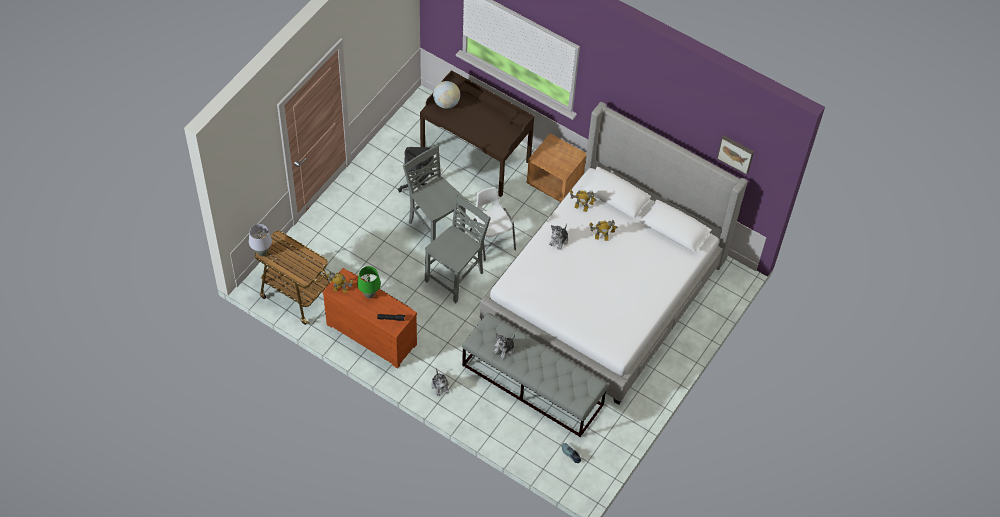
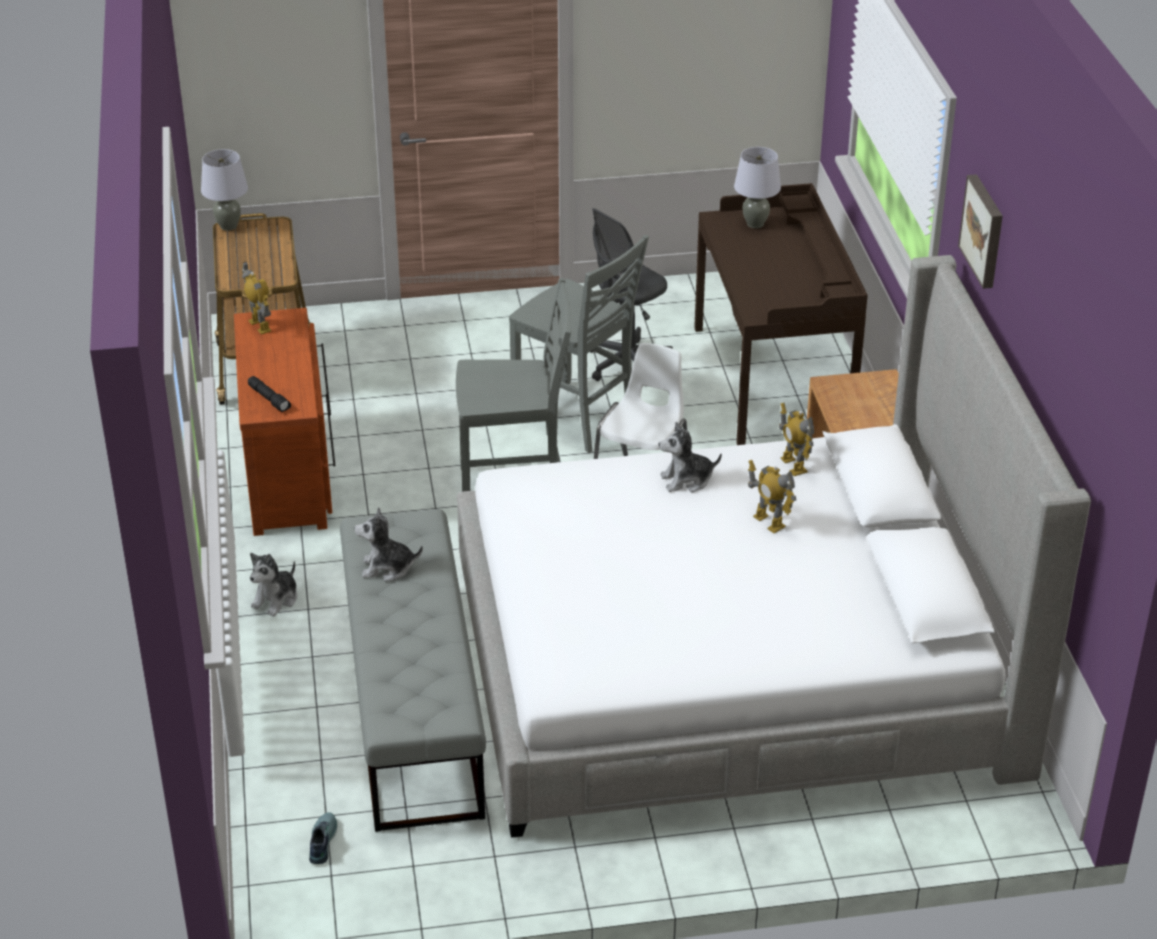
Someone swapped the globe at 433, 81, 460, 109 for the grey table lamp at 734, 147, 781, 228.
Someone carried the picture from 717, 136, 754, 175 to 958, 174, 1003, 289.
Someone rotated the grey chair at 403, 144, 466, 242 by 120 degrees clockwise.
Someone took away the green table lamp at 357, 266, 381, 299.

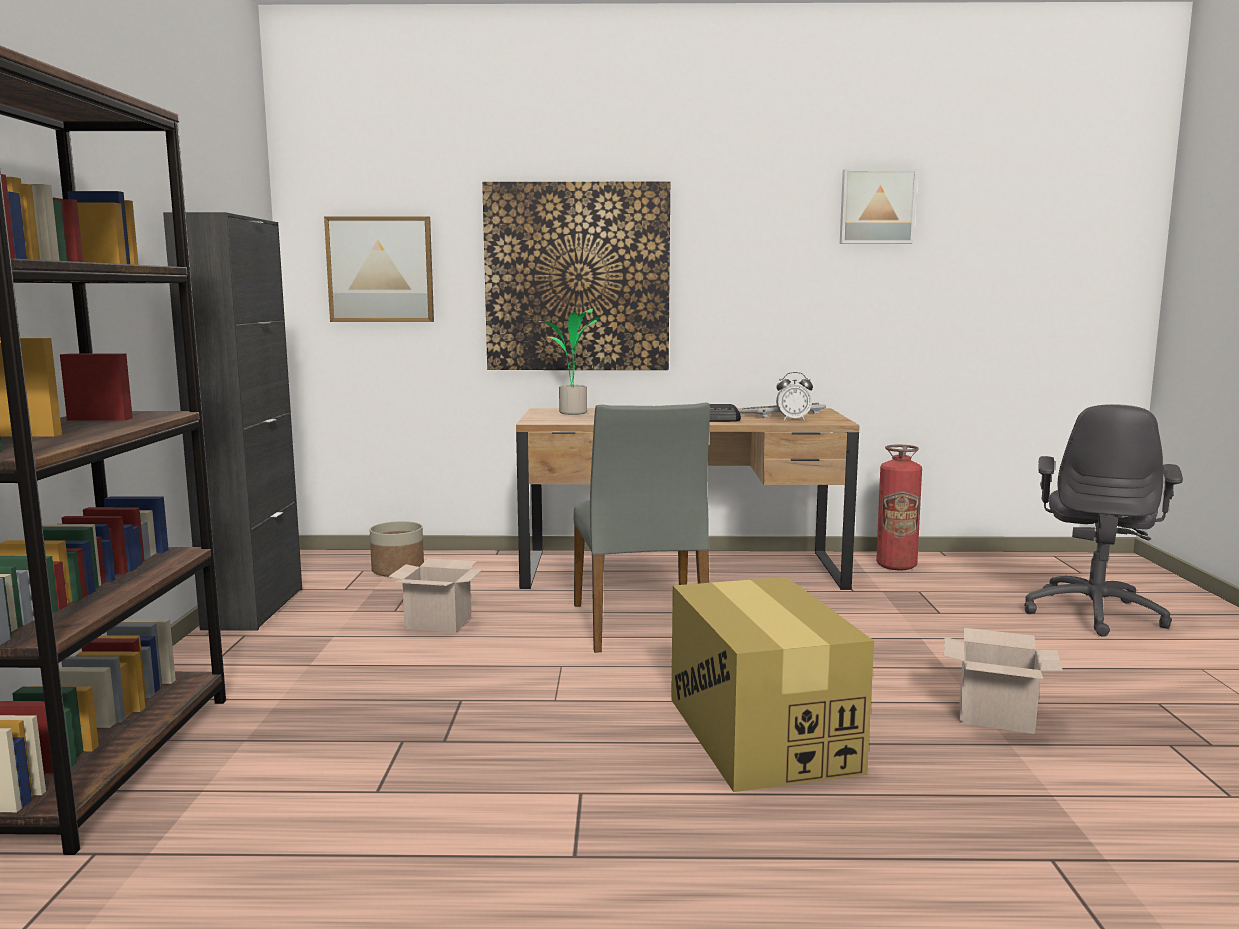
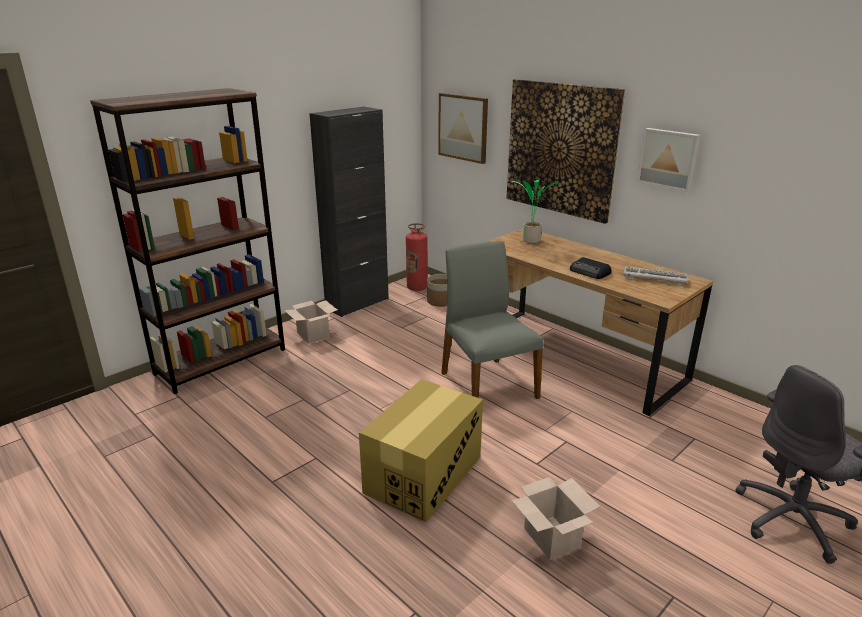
Someone carried the picture from 840, 169, 918, 244 to 637, 128, 701, 192.
Someone took away the alarm clock at 776, 372, 813, 421.
Someone rotated the grey chair at 574, 403, 710, 653 by 120 degrees clockwise.
Someone carried the fire extinguisher from 876, 445, 922, 570 to 406, 223, 428, 291.
Someone carried the cardboard box from 389, 558, 483, 632 to 284, 300, 337, 344.

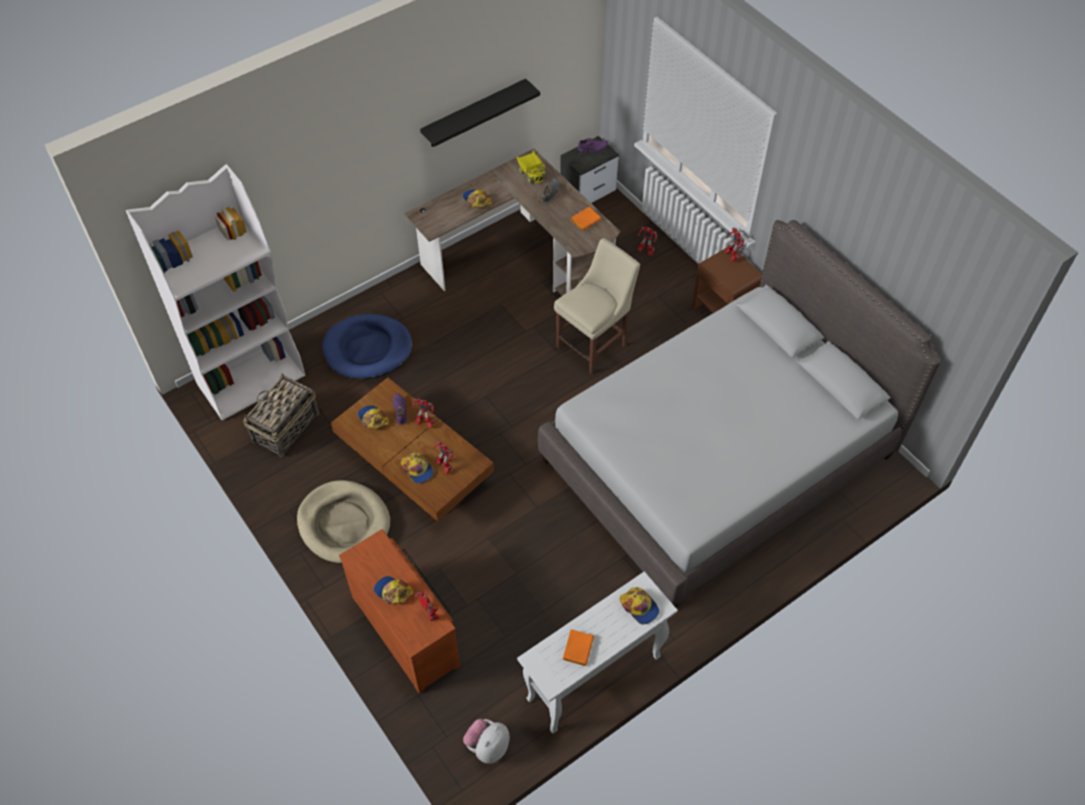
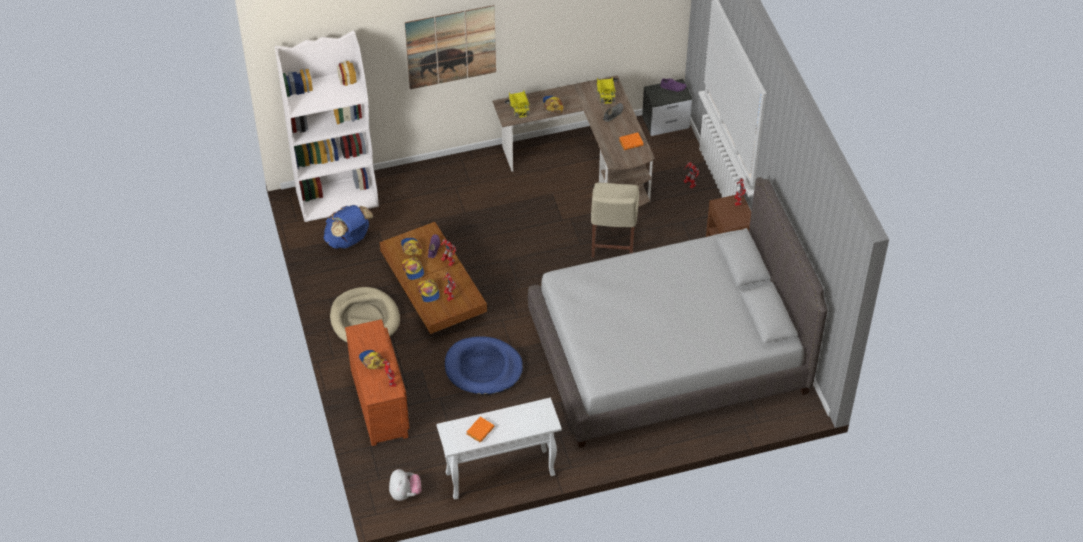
Someone took away the black shelf at 420, 79, 540, 147.
Someone rotated the beige chair at 554, 238, 640, 374 by 120 degrees clockwise.
Someone carried the blue dog bed from 322, 314, 412, 379 to 445, 336, 523, 395.
Someone swapped the basket at 243, 373, 319, 458 for the blue backpack at 324, 205, 373, 249.
Someone carried the cap from 620, 587, 659, 624 to 402, 257, 424, 280.
Someone rotated the plush toy at 463, 719, 510, 764 by 120 degrees clockwise.
Someone put up the picture at 405, 5, 496, 89.
Someone put down the toy truck at 509, 91, 530, 118.

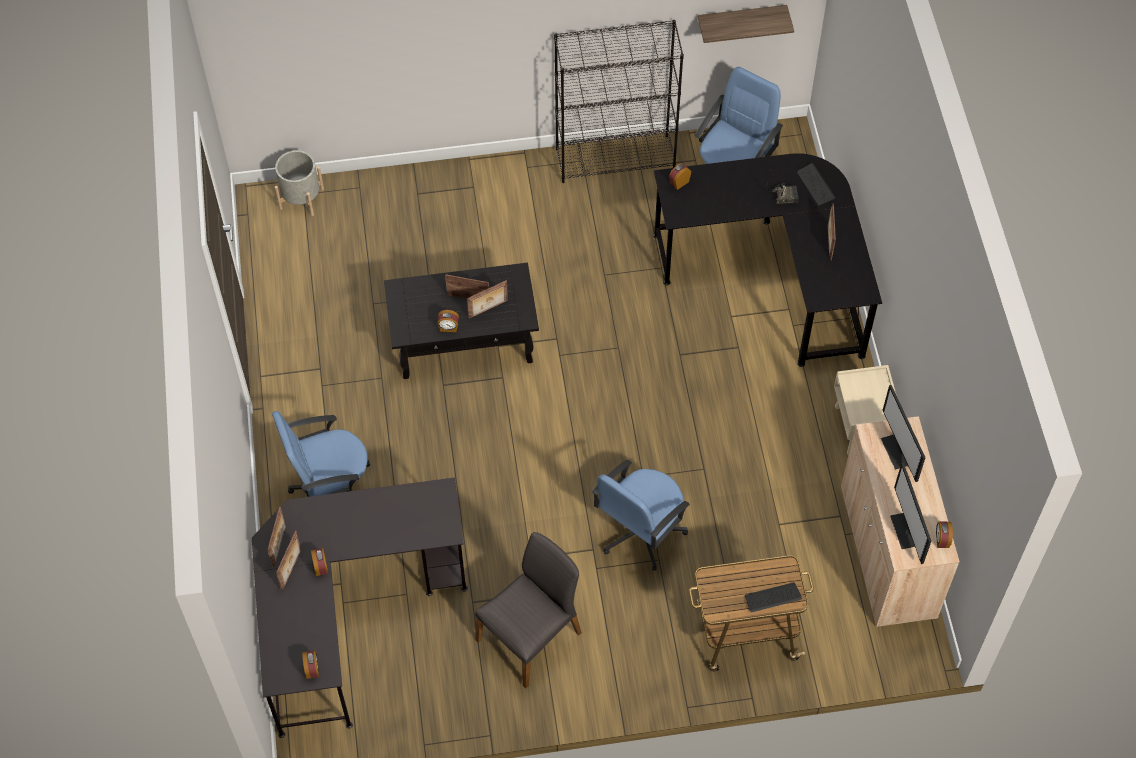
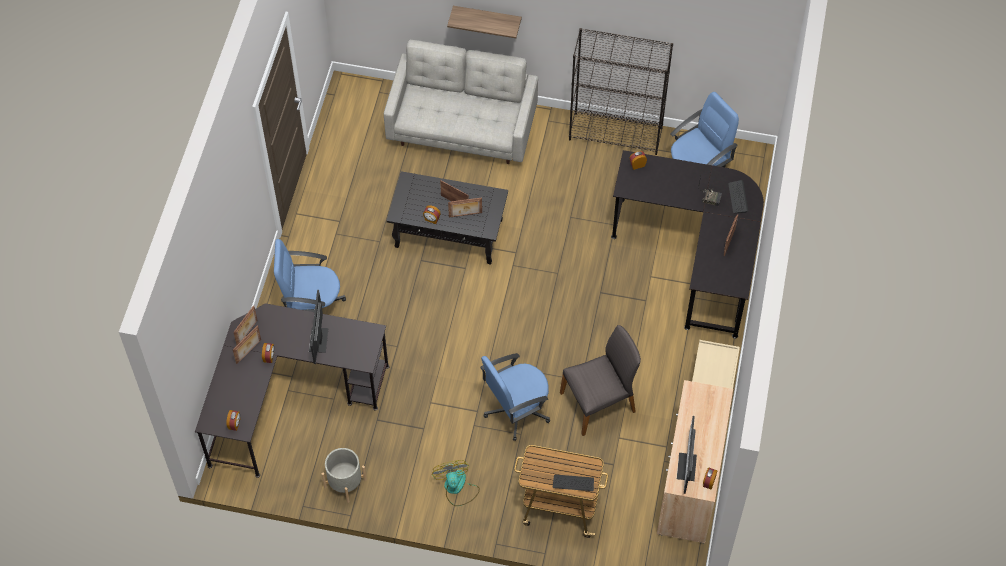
Someone carried the shelf from 698, 5, 794, 43 to 447, 6, 522, 38.
Someone carried the grey planter from 275, 150, 324, 216 to 322, 448, 367, 503.
Someone carried the monitor from 881, 385, 926, 482 to 309, 290, 329, 364.
Someone carried the grey chair from 475, 532, 582, 688 to 560, 325, 641, 436.
Someone put down the grey sofa at 384, 40, 538, 164.
Someone put down the fan at 432, 460, 480, 506.

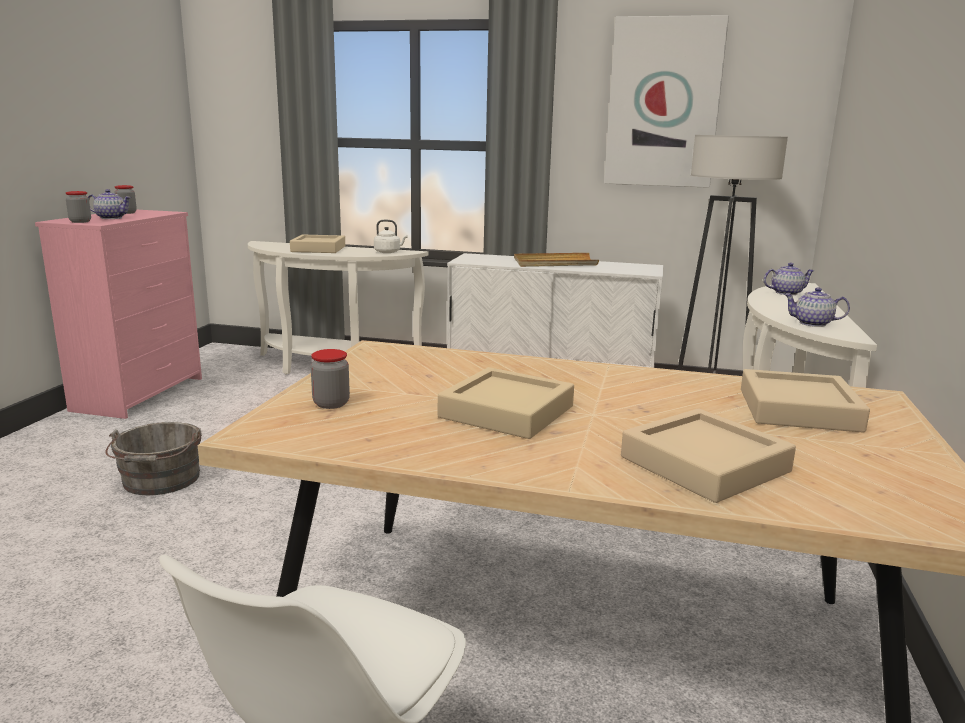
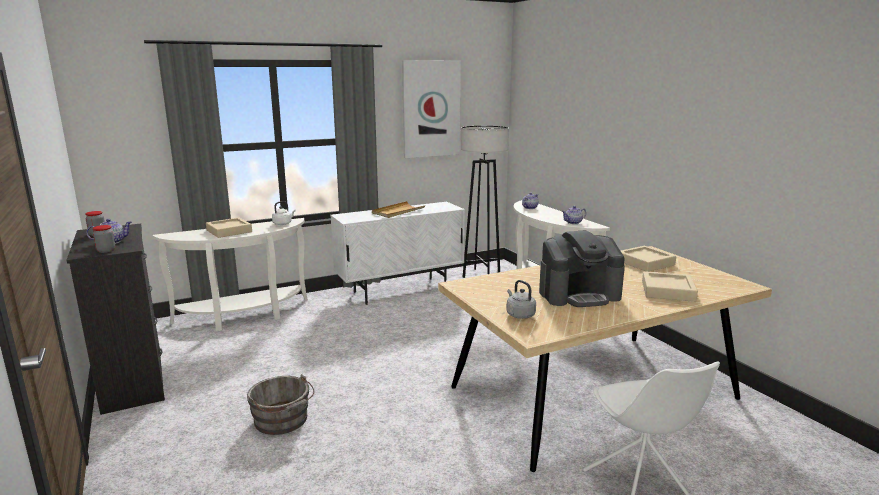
Someone repainted the pink dresser at 35, 210, 202, 419, which became the black dresser at 66, 224, 165, 415.
Someone swapped the jar at 311, 349, 350, 409 for the grey kettle at 506, 280, 536, 319.
Someone swapped the beige tray at 438, 367, 574, 439 for the coffee machine at 539, 230, 625, 307.

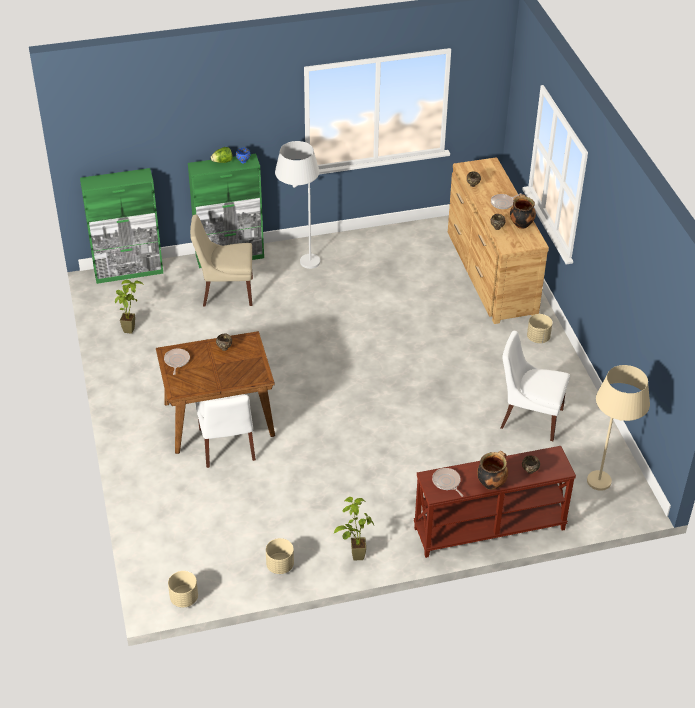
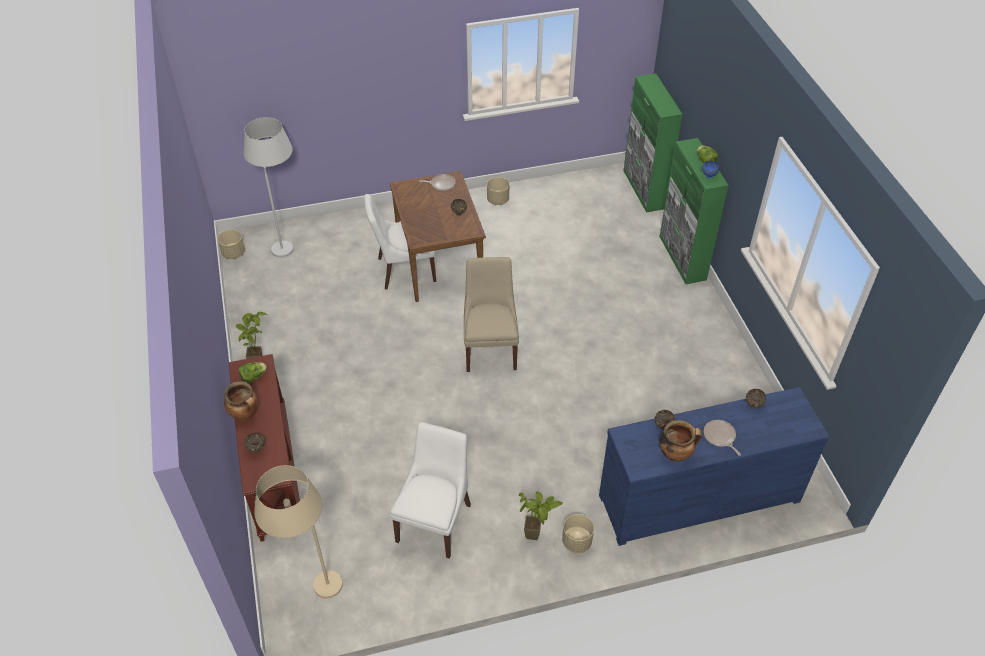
Someone carried the white floor lamp from 275, 141, 320, 269 to 244, 117, 293, 258.
Someone repainted the brown dresser at 448, 157, 549, 324, which became the blue dresser at 599, 387, 830, 546.
Someone carried the beige chair from 190, 214, 253, 307 to 464, 257, 519, 372.
Someone carried the potted plant from 115, 280, 144, 334 to 519, 492, 563, 540.
Someone swapped the frying pan at 432, 468, 463, 497 for the lettuce at 239, 362, 267, 383.
Someone carried the beige planter from 266, 538, 294, 574 to 487, 177, 509, 205.

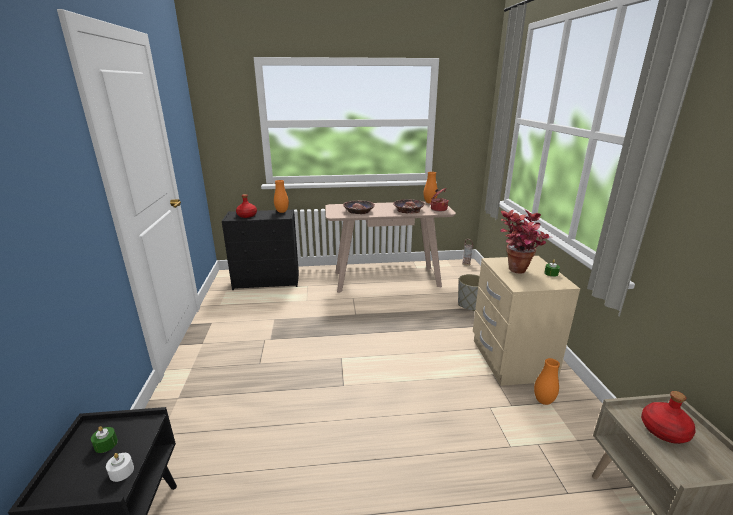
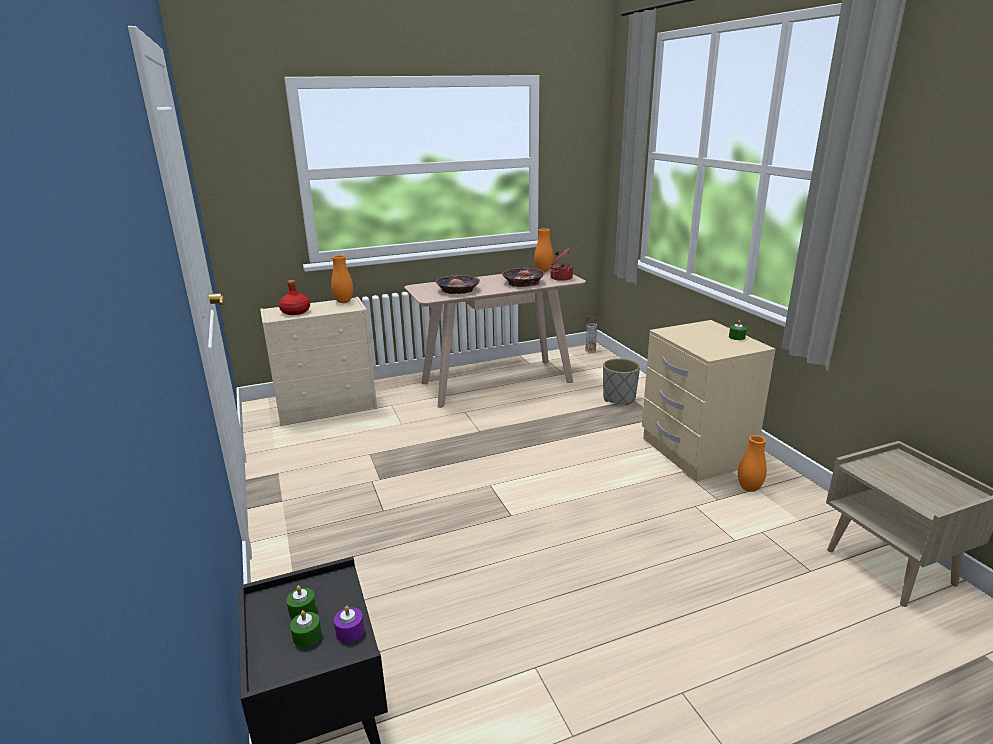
Someone repainted the black dresser at 222, 209, 299, 290, which became the beige dresser at 260, 297, 377, 426.
Someone took away the potted plant at 500, 210, 549, 274.
Someone took away the red bottle at 641, 391, 696, 444.
Someone repainted the white candle at 106, 453, 134, 482, which became the purple candle at 334, 606, 364, 643.
Someone put down the green candle at 290, 610, 322, 648.

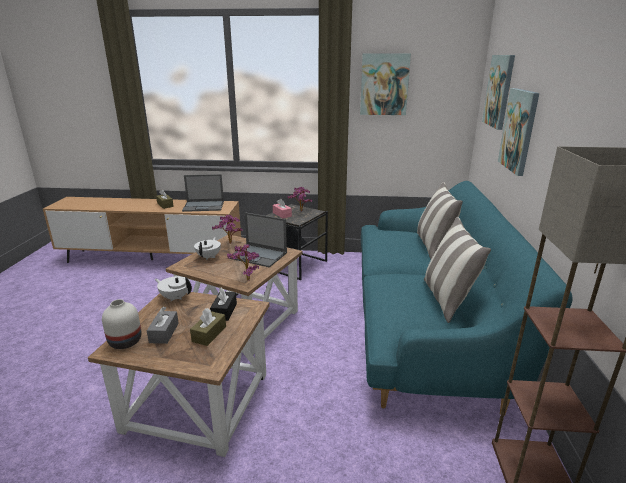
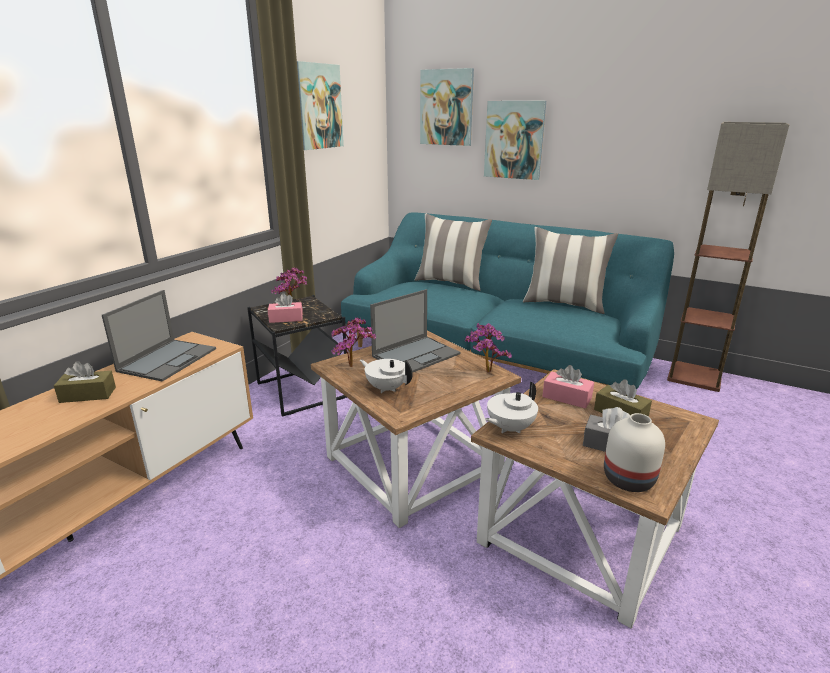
Someone repainted the black tissue box at 210, 288, 237, 321, which became the pink tissue box at 542, 365, 594, 409.

